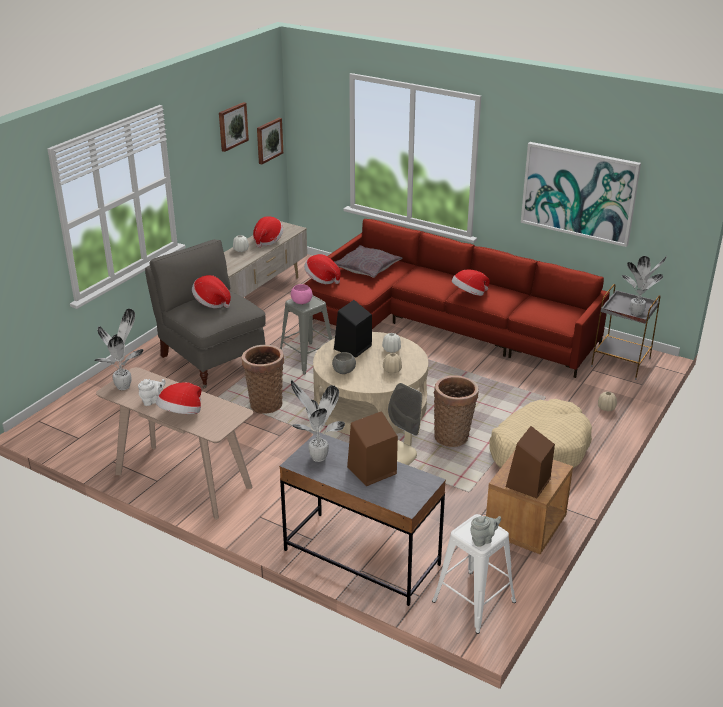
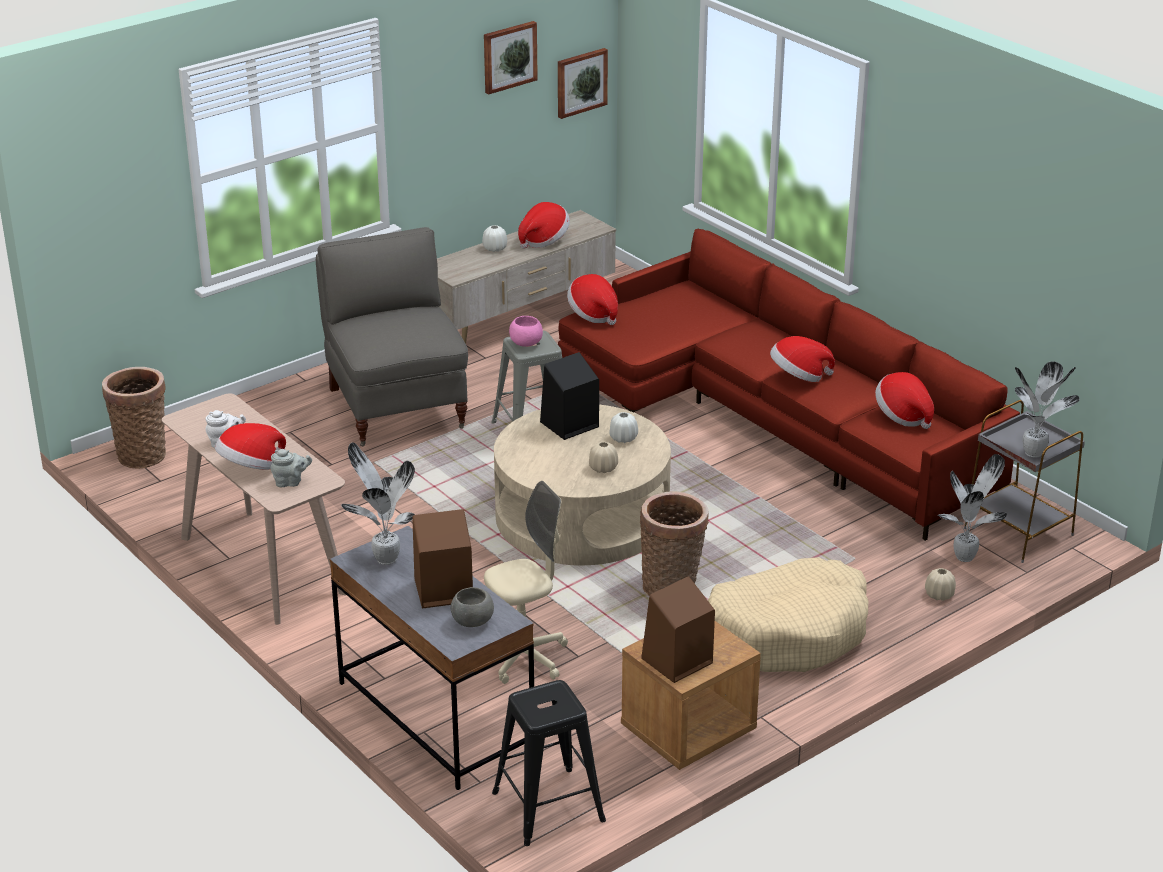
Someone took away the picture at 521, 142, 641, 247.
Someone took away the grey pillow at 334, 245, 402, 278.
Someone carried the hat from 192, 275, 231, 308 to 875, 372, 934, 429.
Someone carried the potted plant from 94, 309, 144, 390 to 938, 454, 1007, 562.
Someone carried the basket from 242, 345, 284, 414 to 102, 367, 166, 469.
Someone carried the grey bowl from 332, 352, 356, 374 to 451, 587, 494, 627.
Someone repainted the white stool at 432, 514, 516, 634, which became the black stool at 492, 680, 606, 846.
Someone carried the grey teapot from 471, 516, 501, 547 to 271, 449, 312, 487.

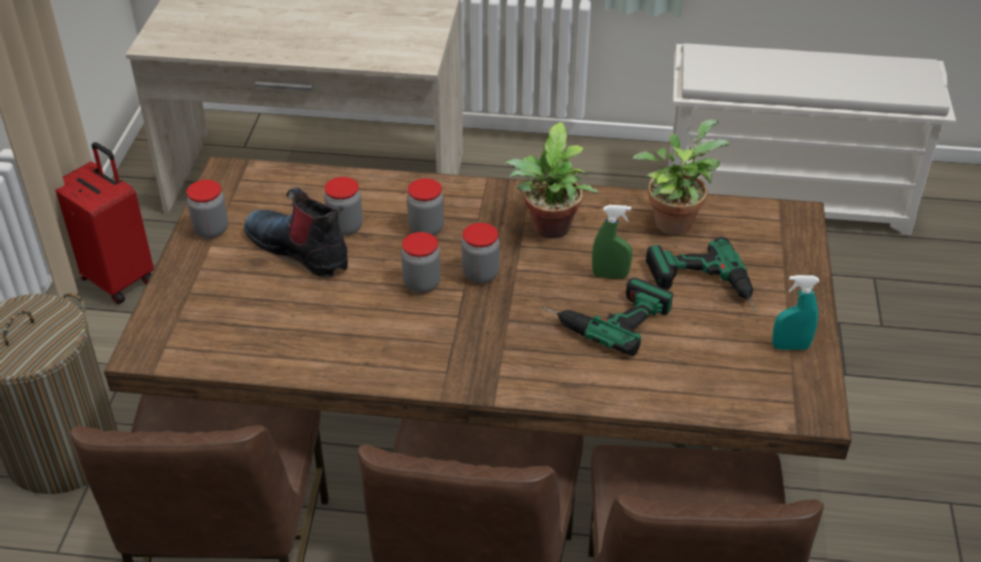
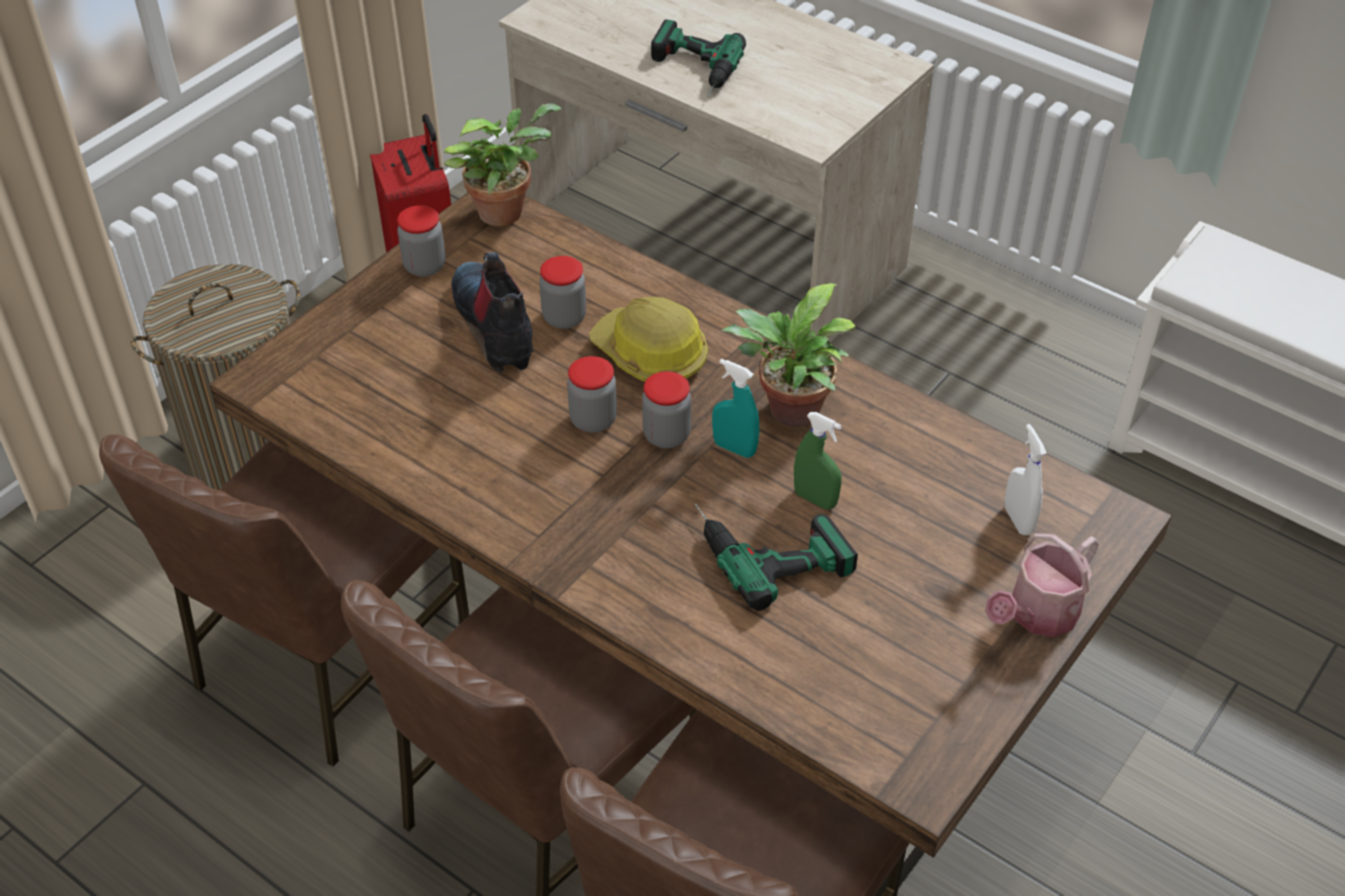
Someone carried the potted plant from 632, 119, 729, 235 to 443, 103, 562, 226.
Someone swapped the jar at 407, 178, 444, 236 for the hard hat at 589, 297, 708, 382.
Someone carried the power drill from 646, 237, 756, 311 to 651, 20, 746, 98.
Someone carried the turquoise spray bottle from 772, 275, 820, 350 to 712, 359, 759, 458.
Someone put down the white spray bottle at 1004, 424, 1047, 535.
Someone put down the watering can at 985, 533, 1099, 637.

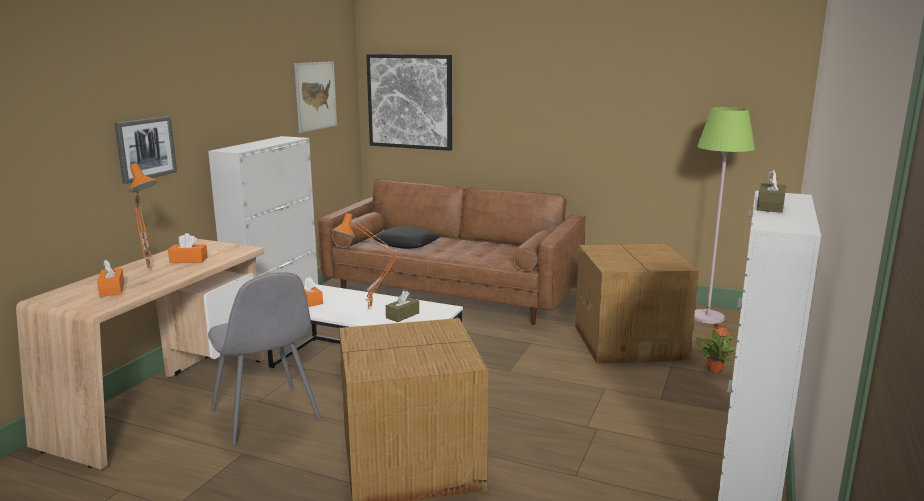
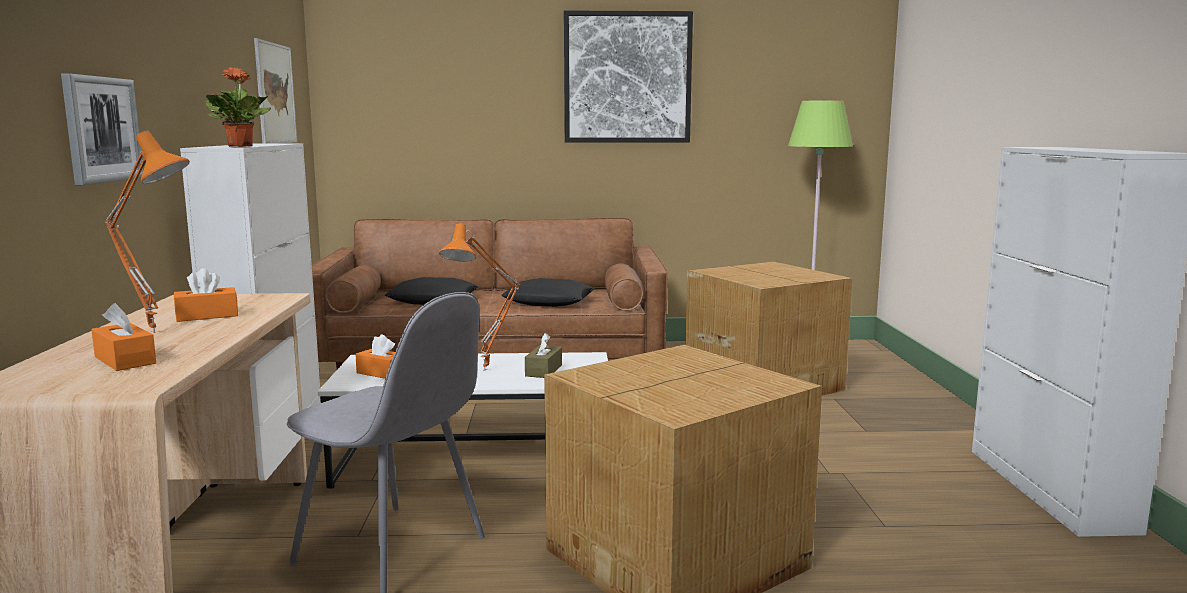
Someone carried the picture from 366, 54, 452, 151 to 564, 11, 693, 143.
Someone took away the brown tissue box at 757, 169, 786, 213.
Someone carried the potted plant from 696, 324, 736, 373 to 205, 67, 271, 147.
Someone put down the black pillow at 501, 278, 595, 307.

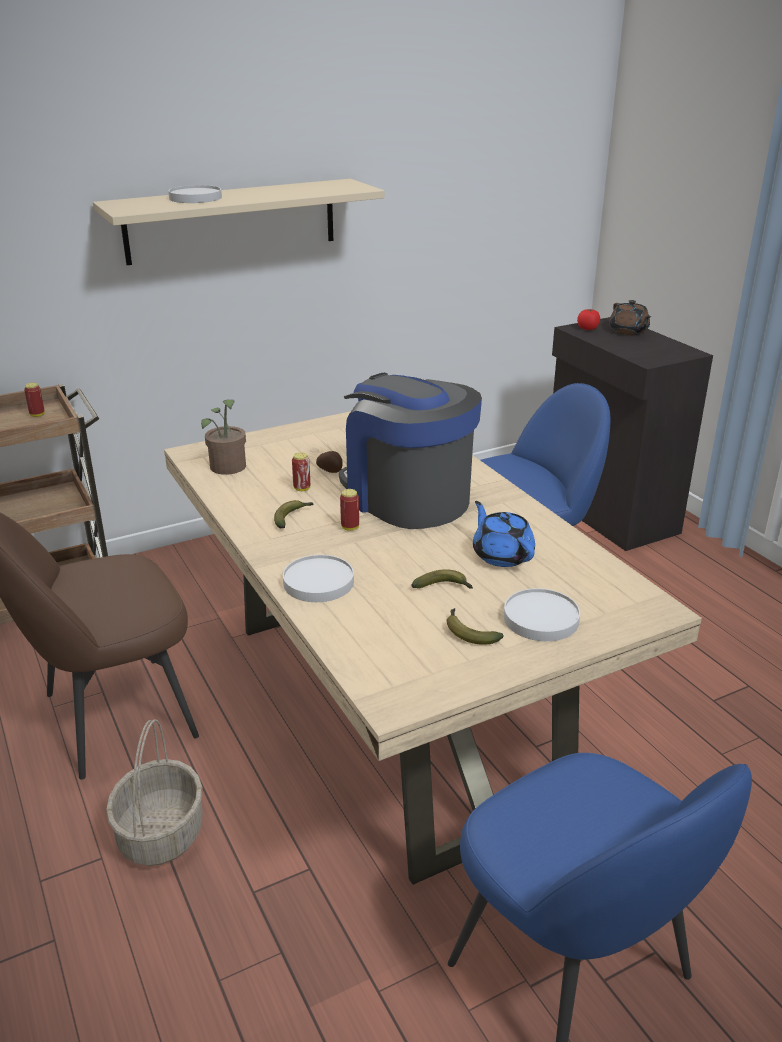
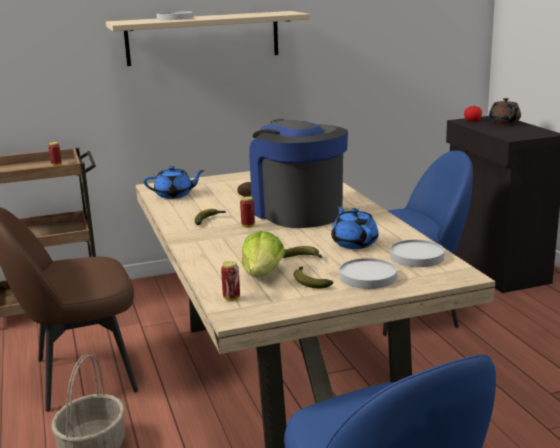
Someone swapped the potted plant at 201, 399, 246, 475 for the blue teapot at 143, 166, 205, 199.
Someone carried the can from 292, 452, 310, 491 to 221, 261, 240, 301.
Someone carried the white plate from 283, 555, 354, 602 to 390, 239, 445, 267.
Someone put down the lettuce at 242, 231, 285, 277.

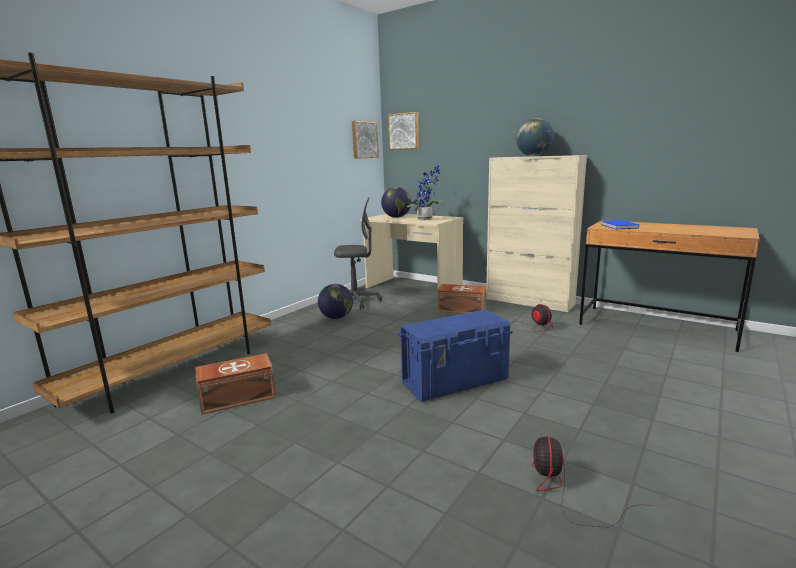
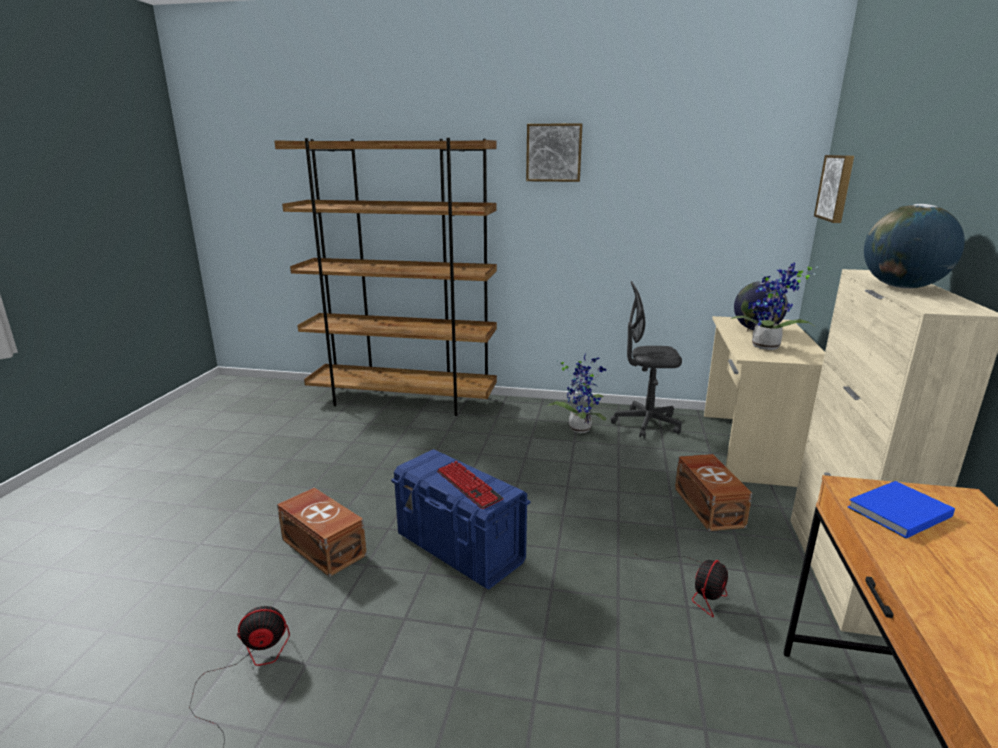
Someone carried the picture from 352, 121, 379, 159 to 526, 123, 583, 182.
Someone rotated the grey office chair at 334, 197, 382, 309 by 120 degrees clockwise.
Someone swapped the globe at 318, 284, 353, 319 for the potted plant at 547, 353, 606, 433.
Someone carried the brown storage box from 196, 353, 276, 415 to 277, 488, 367, 577.
Someone put down the keyboard at 437, 461, 504, 509.

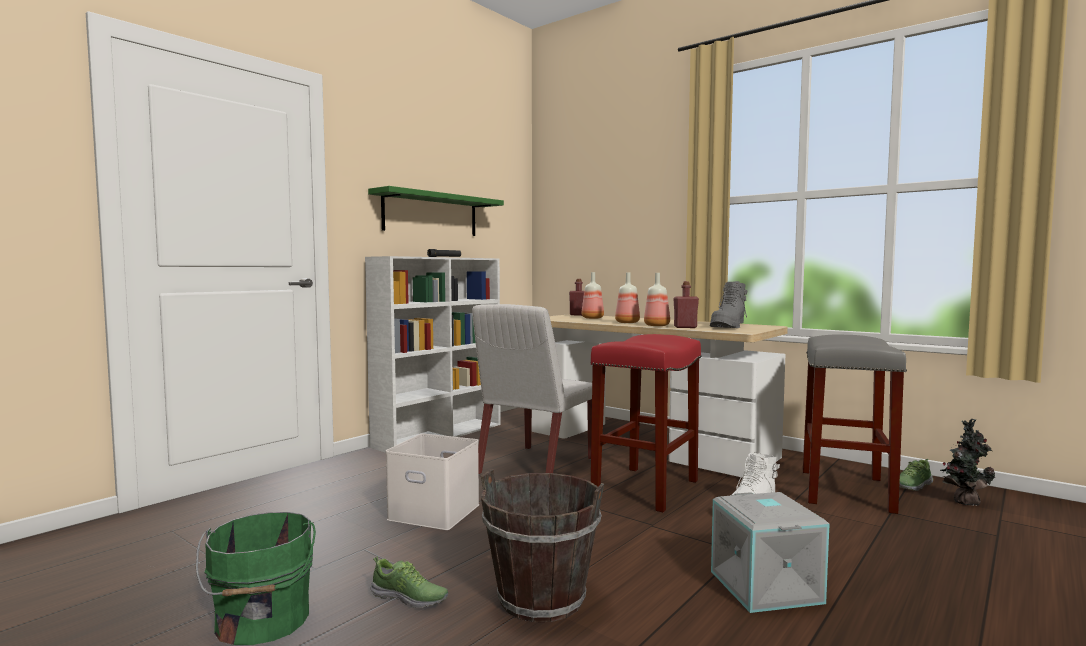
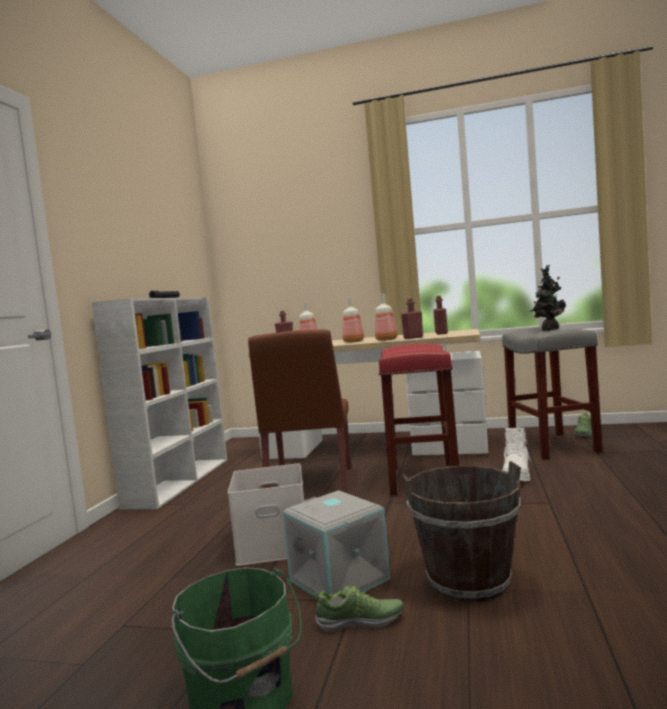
Someone took away the green shelf at 368, 186, 504, 236.
Someone swapped the grey boot at 710, 281, 747, 328 for the red bottle at 433, 296, 448, 335.
Someone repainted the white chair at 472, 304, 592, 475, which became the brown chair at 248, 329, 351, 494.
Someone carried the potted plant from 940, 418, 995, 506 to 530, 265, 566, 330.
Someone carried the grey storage box from 711, 492, 829, 613 to 283, 490, 390, 598.

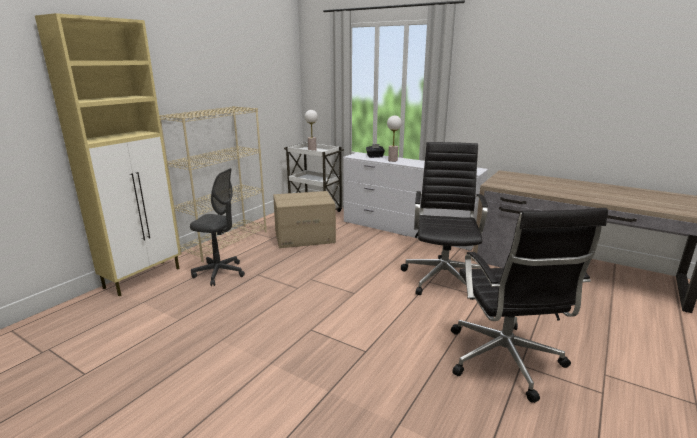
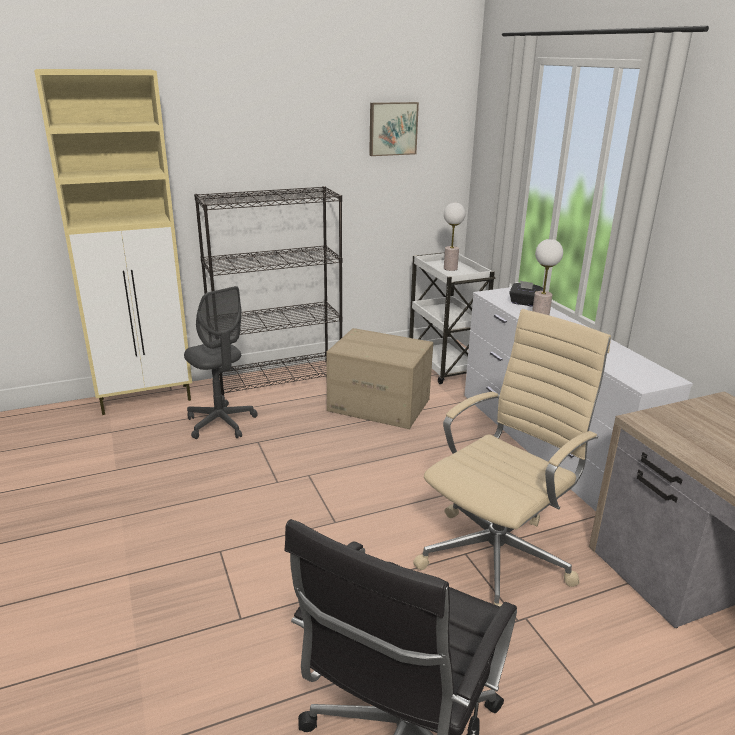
Someone repainted the beige bookcase at 159, 106, 267, 262, which became the black bookcase at 194, 186, 343, 396.
Someone repainted the black office chair at 401, 142, 488, 300, which became the beige office chair at 413, 309, 611, 607.
Someone put up the picture at 369, 102, 419, 156.

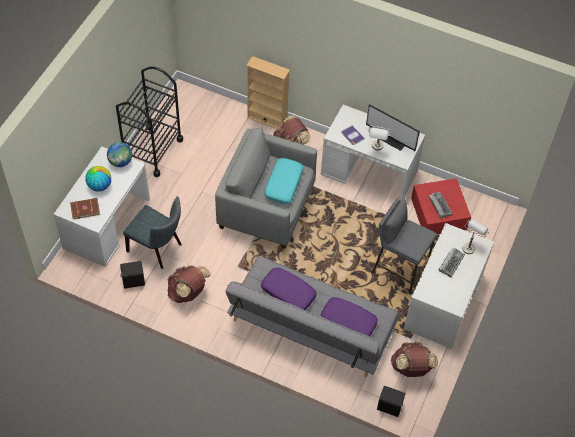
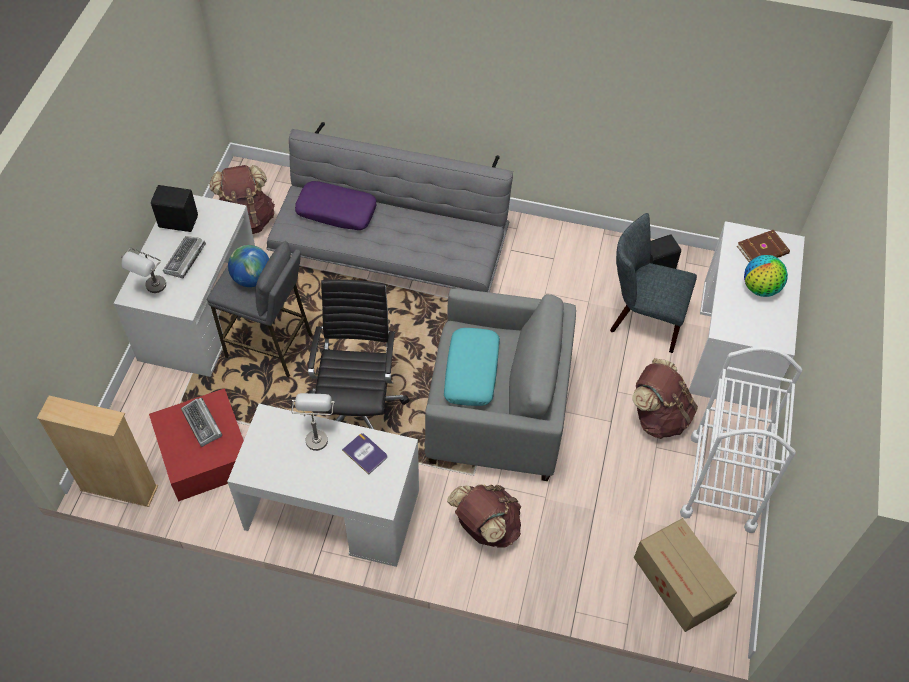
Someone carried the beige bookcase from 246, 56, 290, 130 to 37, 396, 159, 507.
Someone repainted the black cart at 116, 66, 183, 177, which became the white cart at 680, 346, 802, 533.
Someone took away the monitor at 366, 104, 420, 151.
Someone carried the globe from 107, 142, 132, 167 to 228, 245, 269, 287.
Someone carried the brown backpack from 167, 265, 211, 303 to 632, 358, 698, 439.
Someone took away the purple pillow at 261, 268, 317, 310.
Someone carried the black speaker from 377, 386, 406, 417 to 151, 185, 198, 232.
Someone put down the black office chair at 308, 279, 410, 429.
Someone put down the cardboard box at 634, 518, 737, 632.

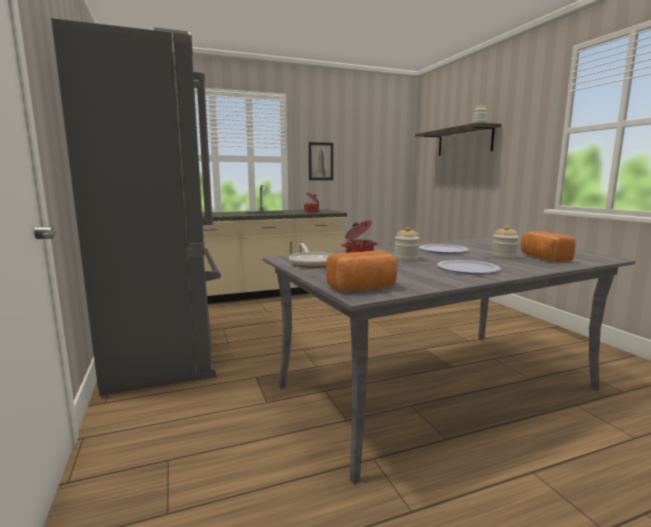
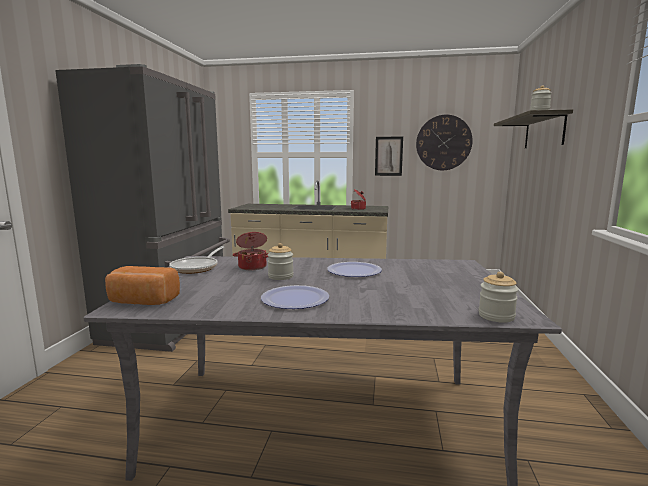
Someone carried the jar from 492, 226, 519, 259 to 478, 272, 518, 323.
Someone took away the bread at 521, 231, 575, 262.
Someone put up the wall clock at 416, 115, 473, 170.

